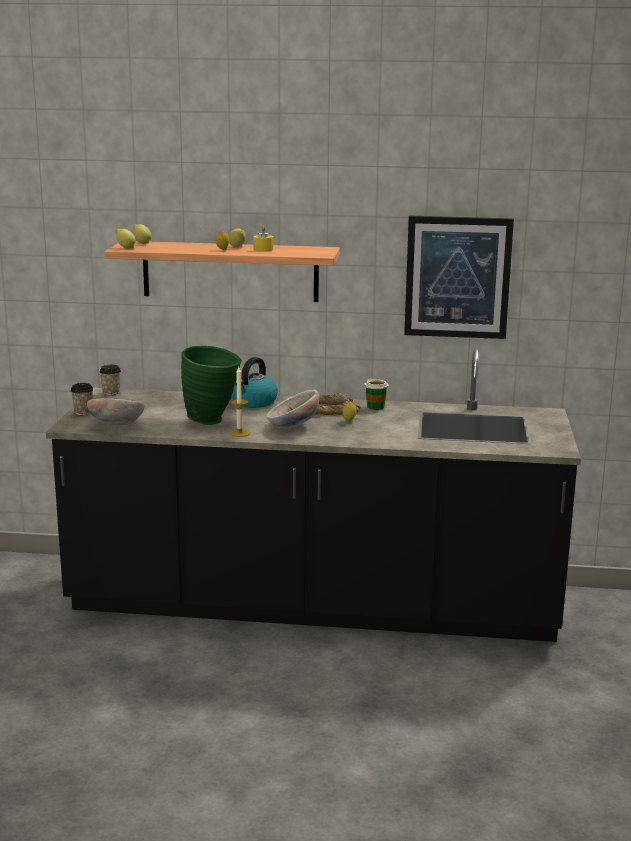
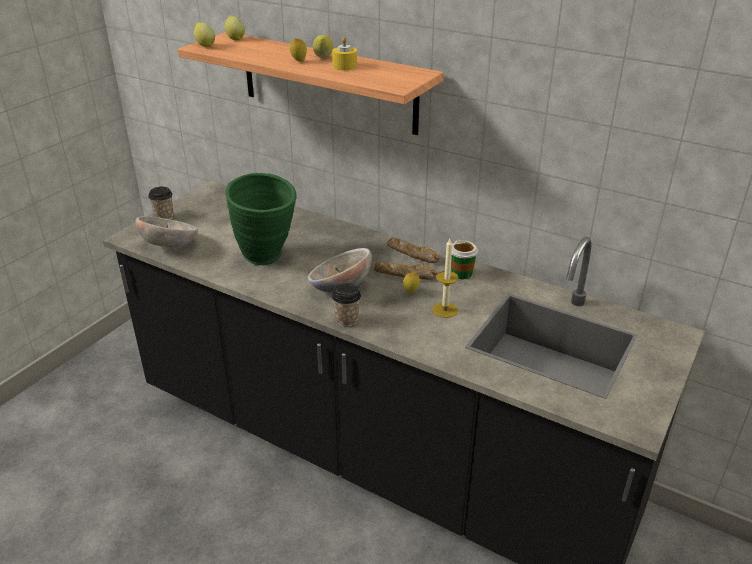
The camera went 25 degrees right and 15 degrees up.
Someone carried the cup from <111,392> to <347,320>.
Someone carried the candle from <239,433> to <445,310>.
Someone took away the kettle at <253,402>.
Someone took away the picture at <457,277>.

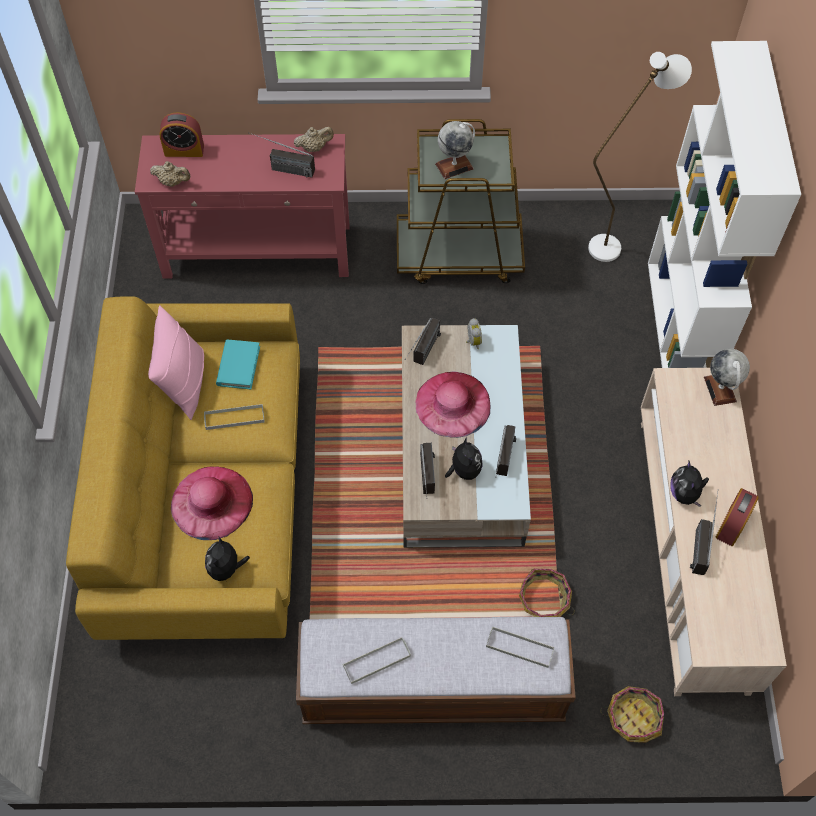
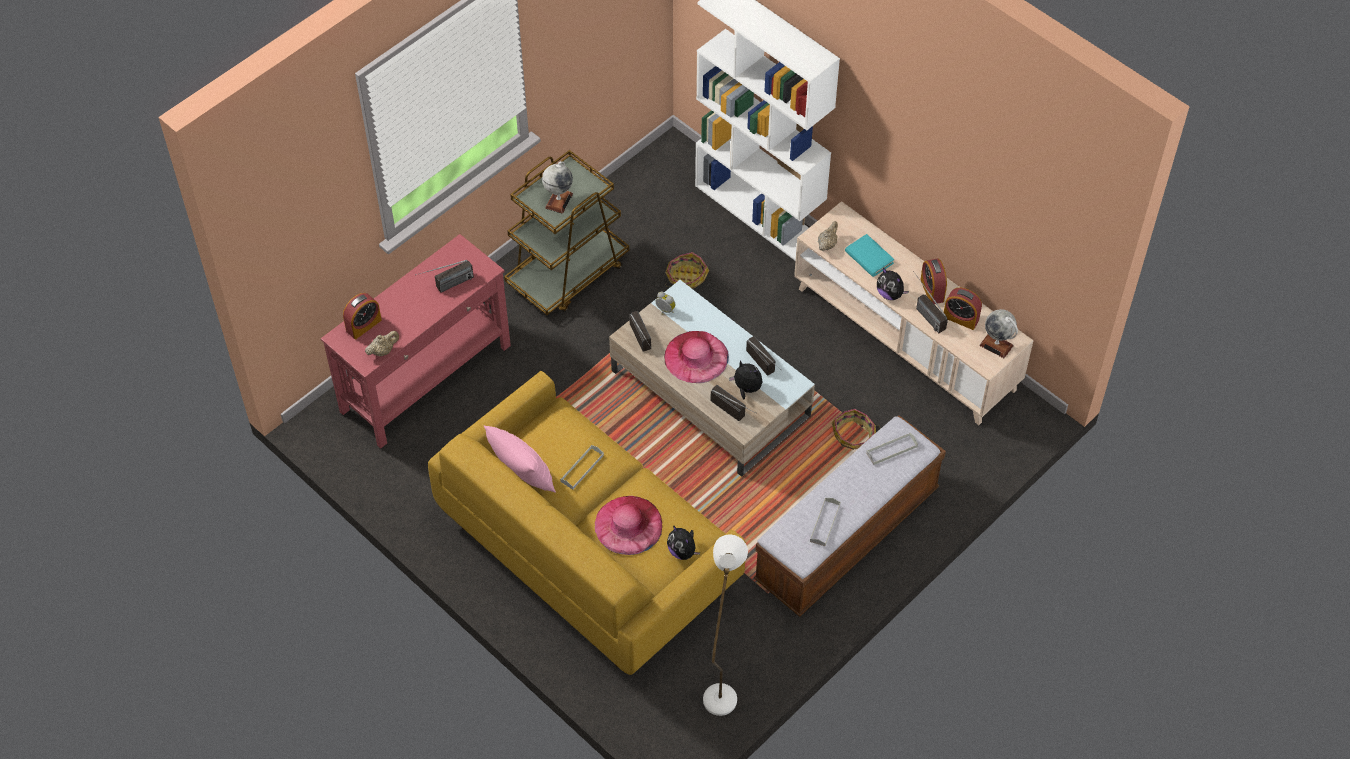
The camera went 45 degrees left and 5 degrees down.
Someone carried the basket from <633,717> to <686,277>.
Someone carried the floor lamp in white from <613,242> to <721,688>.
Someone carried the teapot in beige from <314,148> to <827,244>.
Someone carried the book in turquoise from <238,366> to <869,257>.
Someone put down the alarm clock at <960,318>.
Someone carried the globe from <720,389> to <996,345>.

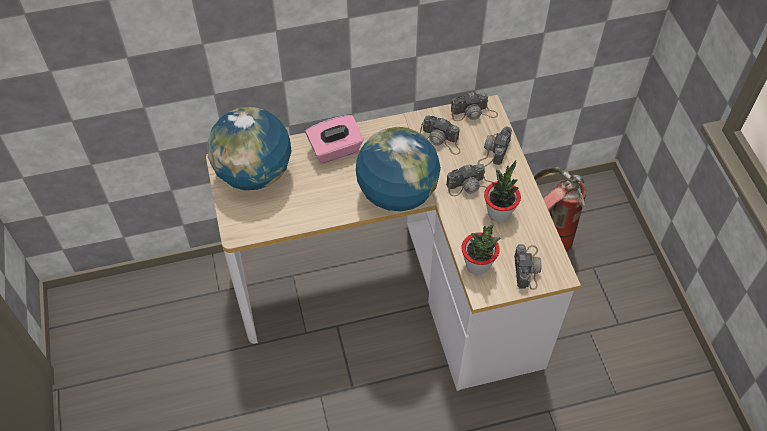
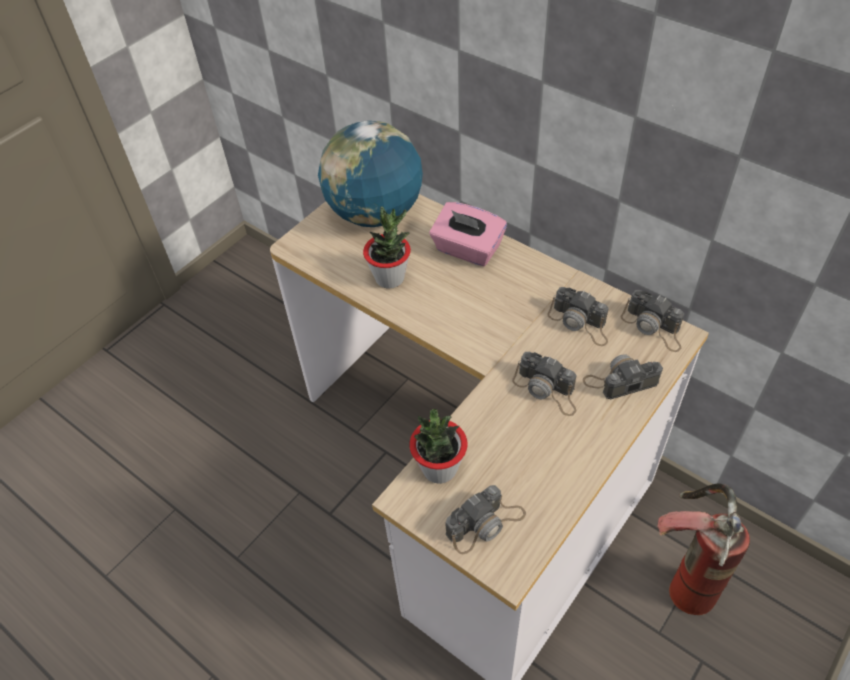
The camera went 55 degrees right and 5 degrees down.
Someone carried the potted plant from <499,213> to <390,278>.
Someone rotated the photo camera at <441,140> by 45 degrees counterclockwise.
Someone took away the globe at <397,193>.

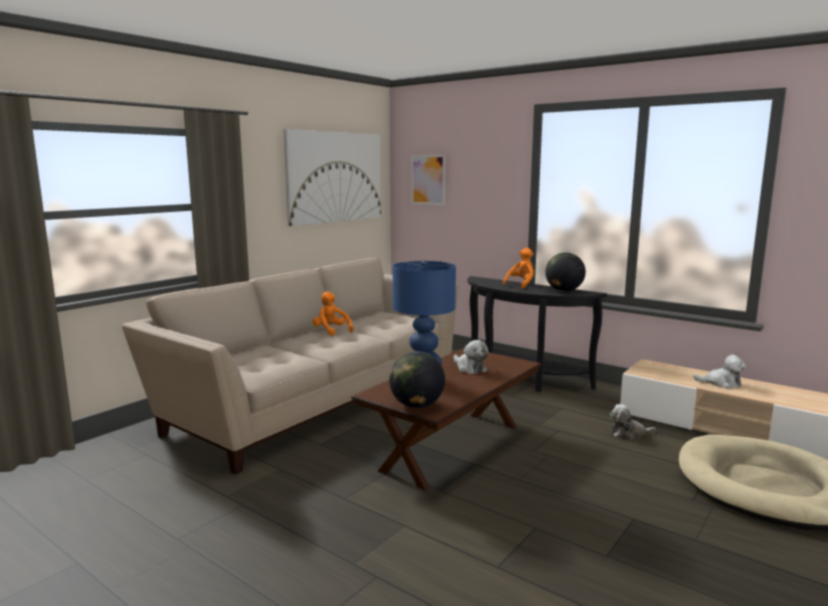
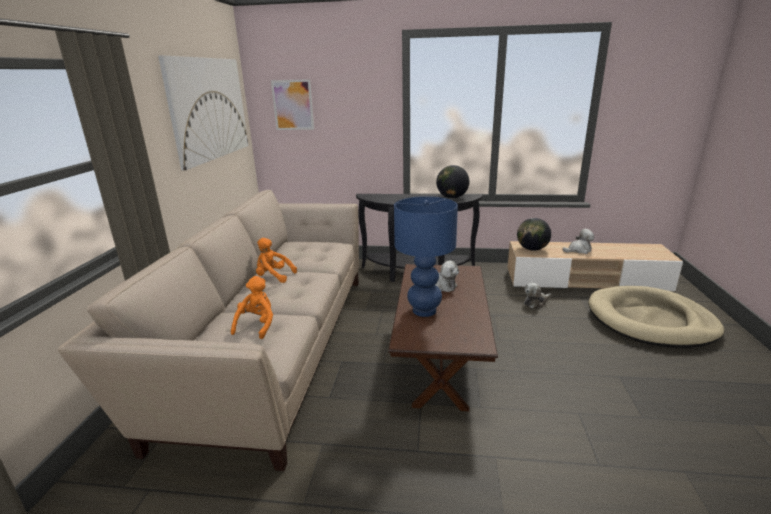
The camera went 30 degrees left and 10 degrees up.
Someone carried the plush toy in orange from <521,284> to <257,325>.
Someone carried the globe from <416,405> to <532,249>.

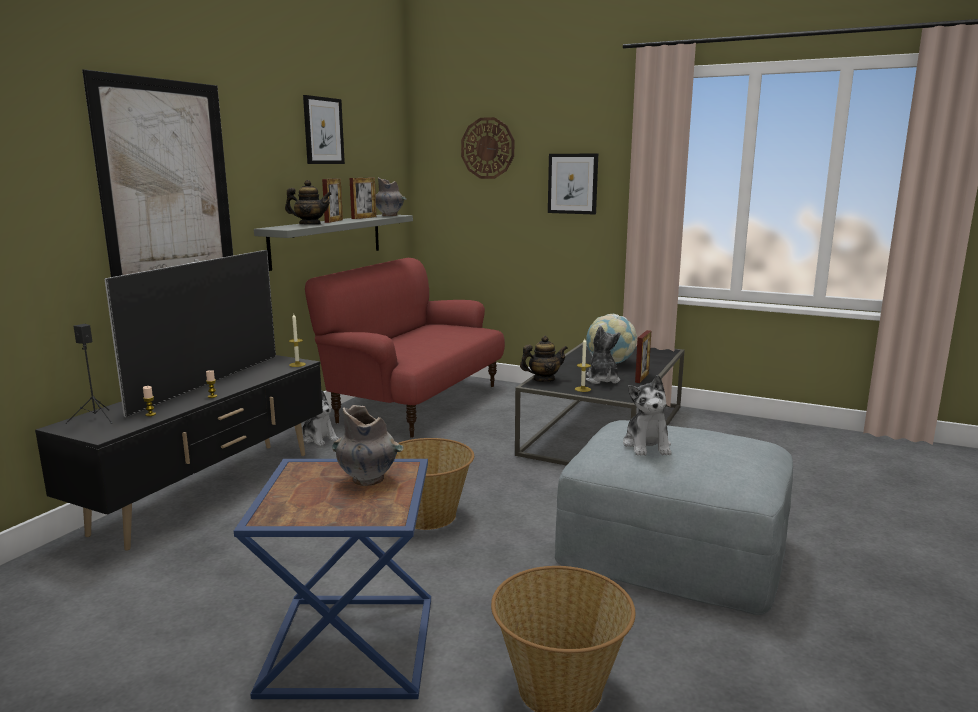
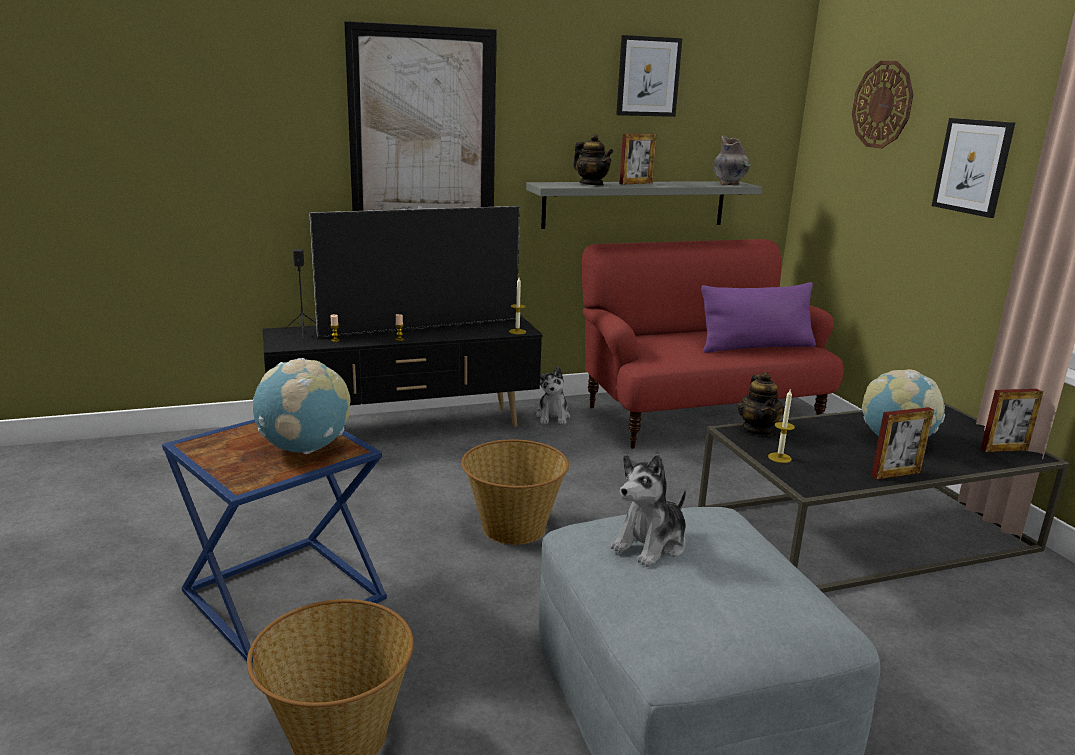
The camera went 45 degrees right and 5 degrees up.
Someone swapped the vase in grey at <369,480> for the globe at <305,448>.
Someone put down the pillow in purple at <756,347>.
Someone rotated the teapot at <543,380> by 60 degrees clockwise.
Someone carried the picture frame from <364,218> to <1005,449>.
Someone took away the plush toy at <602,380>.

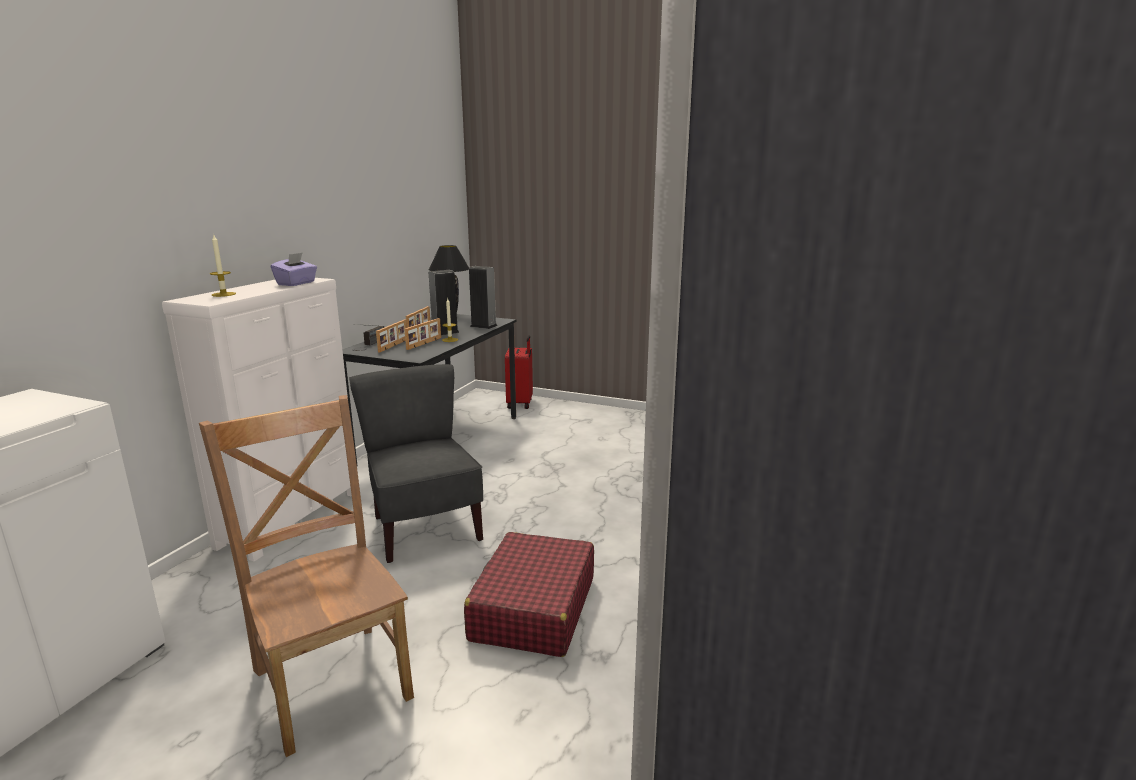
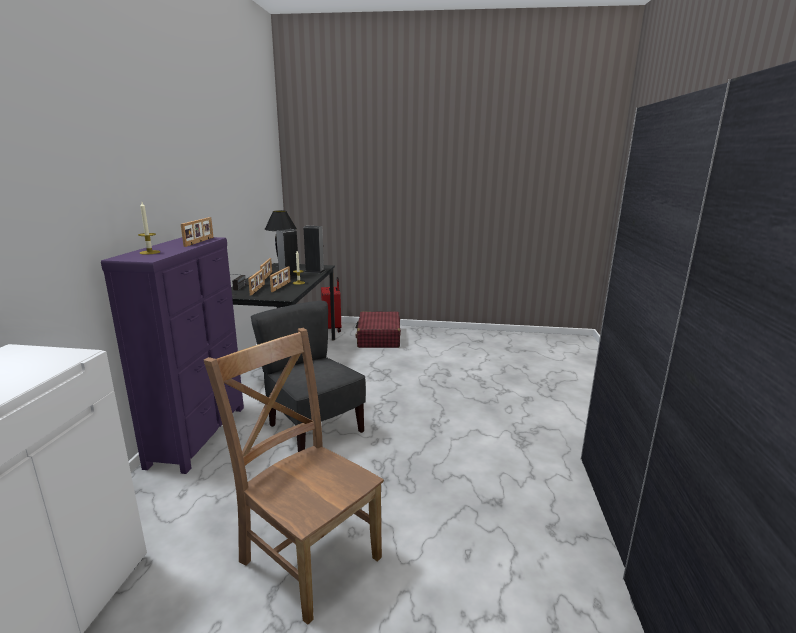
The camera went 15 degrees left and 0 degrees up.
Someone repainted the dresser in white at <293,518>, which became the dresser in purple at <200,435>.
Someone swapped the tissue box in purple at <296,283> for the picture frame at <200,242>.
Someone carried the suitcase in red from <533,609> to <378,338>.

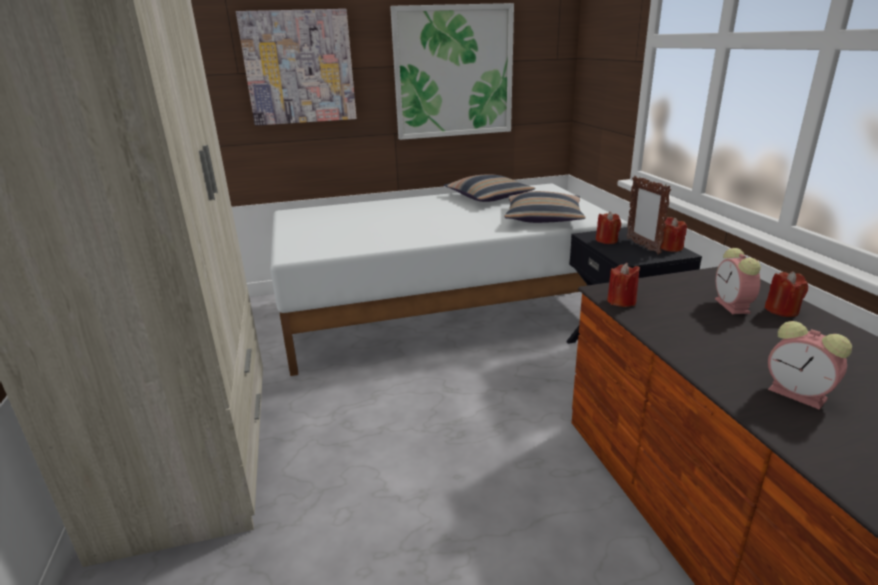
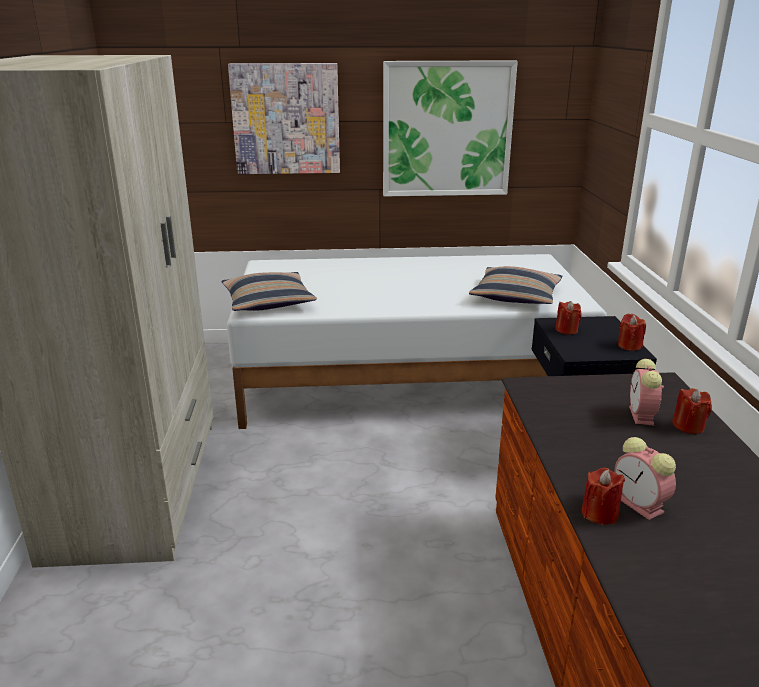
The camera went 10 degrees right and 0 degrees up.
Someone carried the pillow from <488,197> to <268,302>.
Someone carried the candle in red from <621,301> to <599,514>.
Someone took away the picture frame at <642,246>.

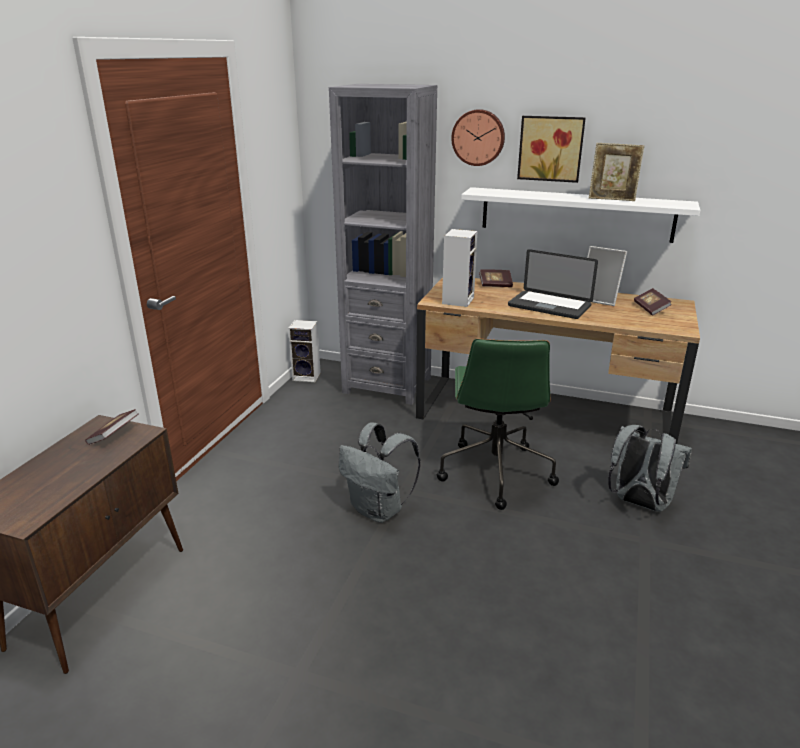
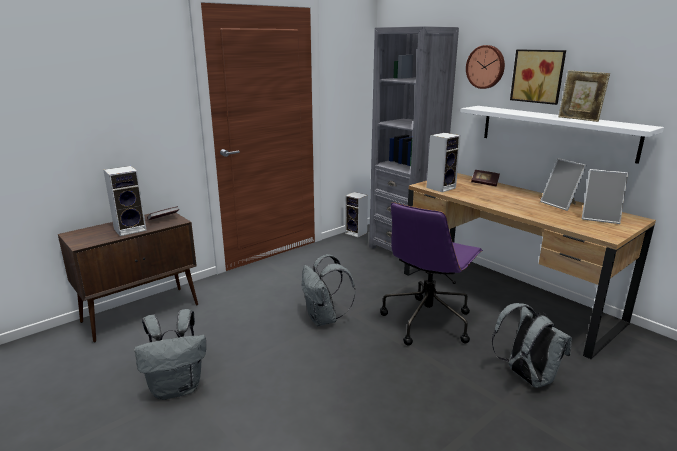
The camera went 30 degrees right and 5 degrees down.
Someone put down the speaker at <131,229>.
Someone put down the backpack in grey at <177,388>.
Someone repainted the office chair in green at <495,471>, which became the office chair in purple at <427,321>.
Someone swapped the book at <651,309> for the picture frame at <600,218>.
Someone took away the laptop at <549,306>.

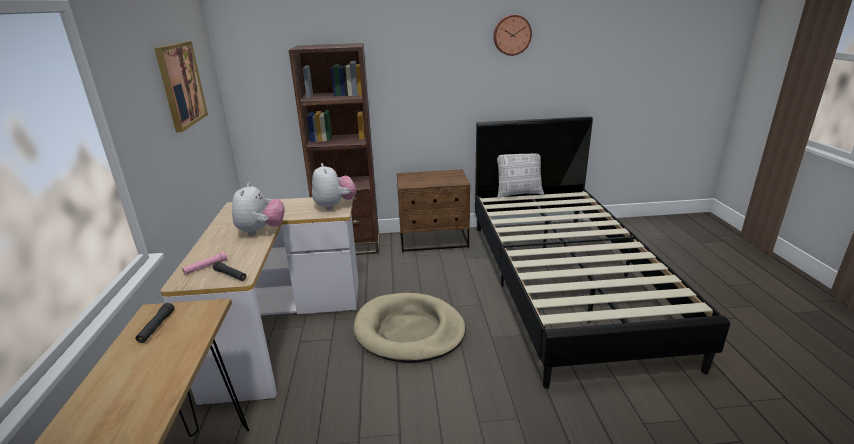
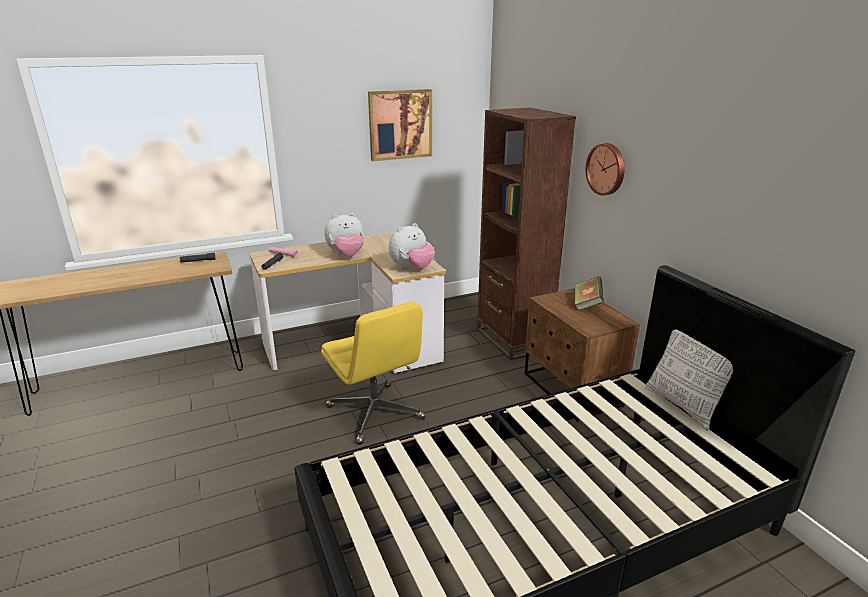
The camera went 70 degrees right and 0 degrees up.
Someone swapped the dog bed in beige at <409,331> for the office chair in yellow at <376,413>.
Someone put down the book at <587,304>.
Someone carried the wall clock from <512,35> to <606,169>.

